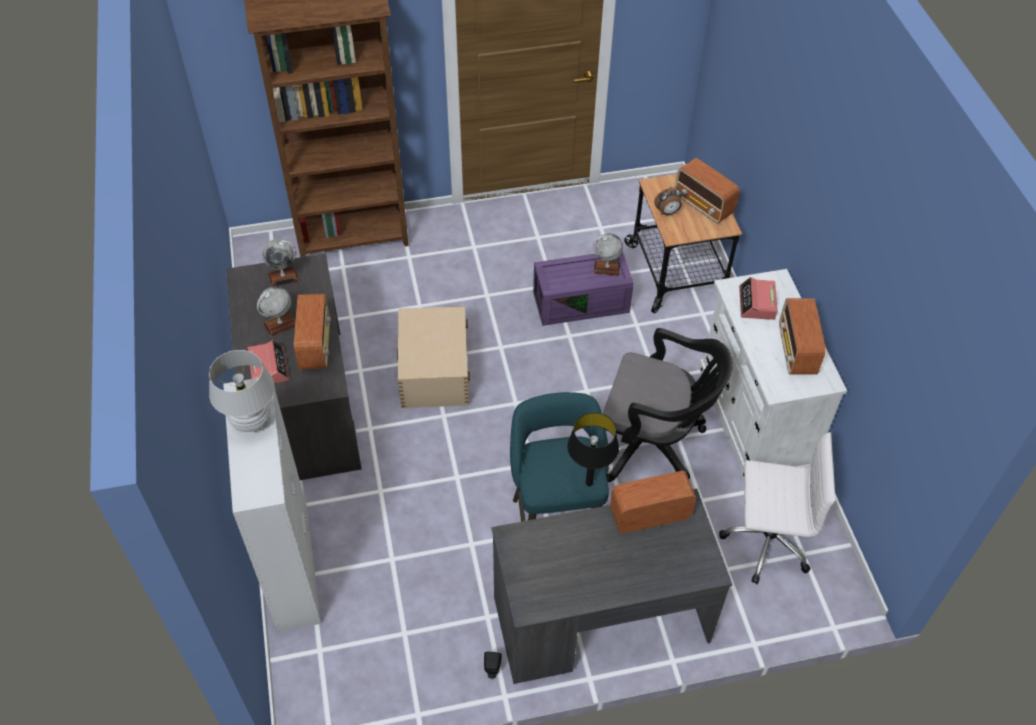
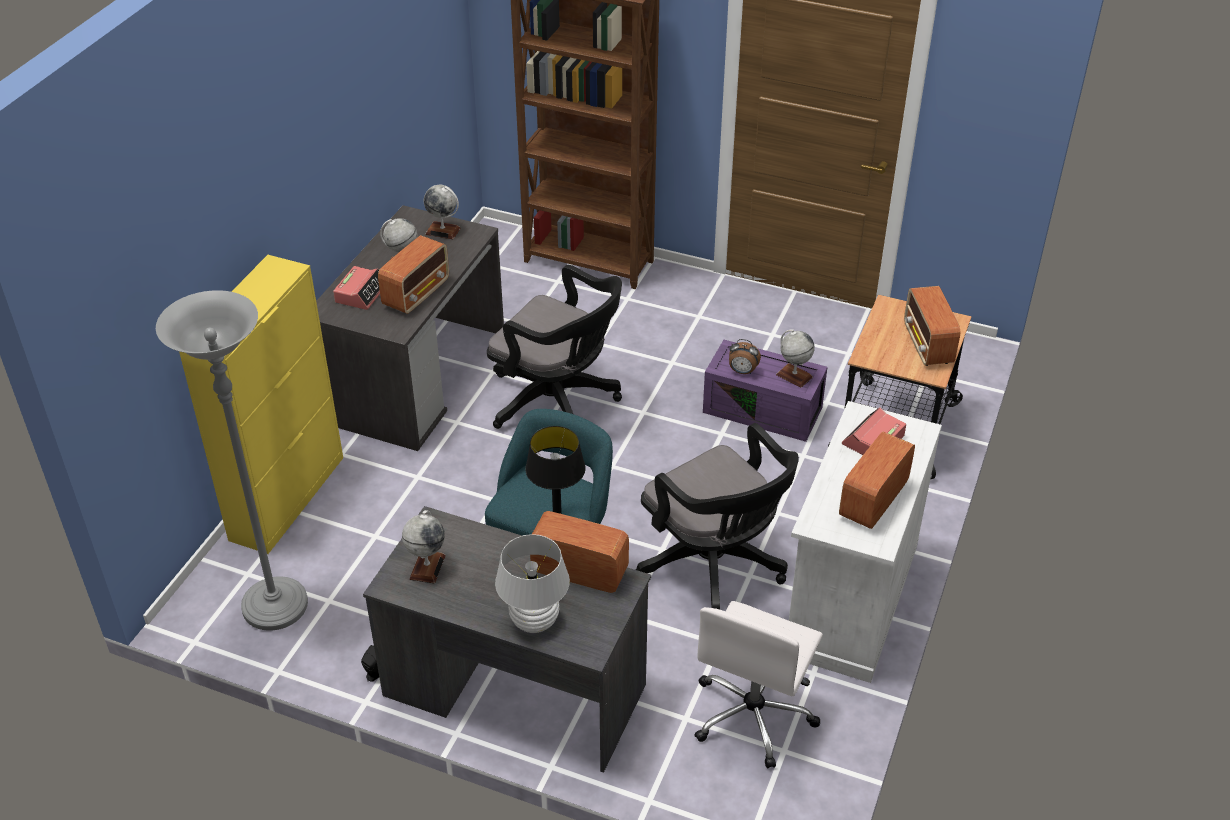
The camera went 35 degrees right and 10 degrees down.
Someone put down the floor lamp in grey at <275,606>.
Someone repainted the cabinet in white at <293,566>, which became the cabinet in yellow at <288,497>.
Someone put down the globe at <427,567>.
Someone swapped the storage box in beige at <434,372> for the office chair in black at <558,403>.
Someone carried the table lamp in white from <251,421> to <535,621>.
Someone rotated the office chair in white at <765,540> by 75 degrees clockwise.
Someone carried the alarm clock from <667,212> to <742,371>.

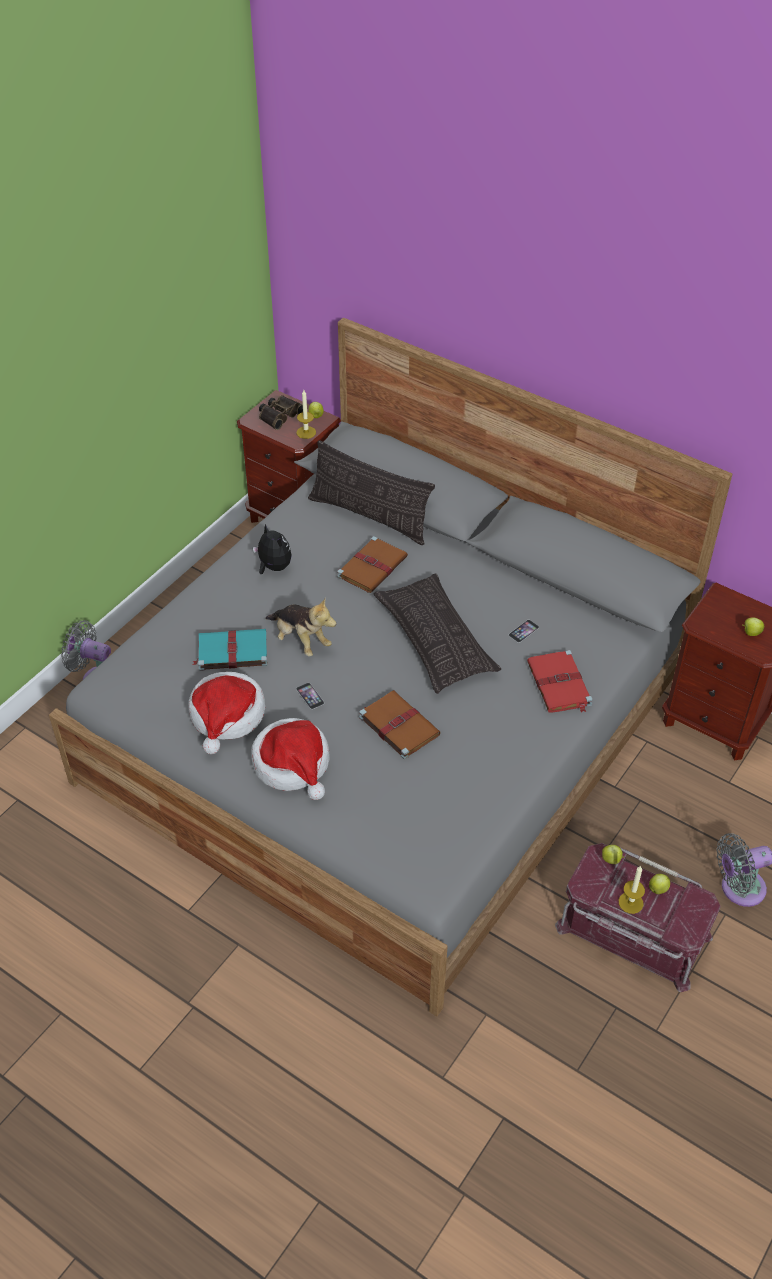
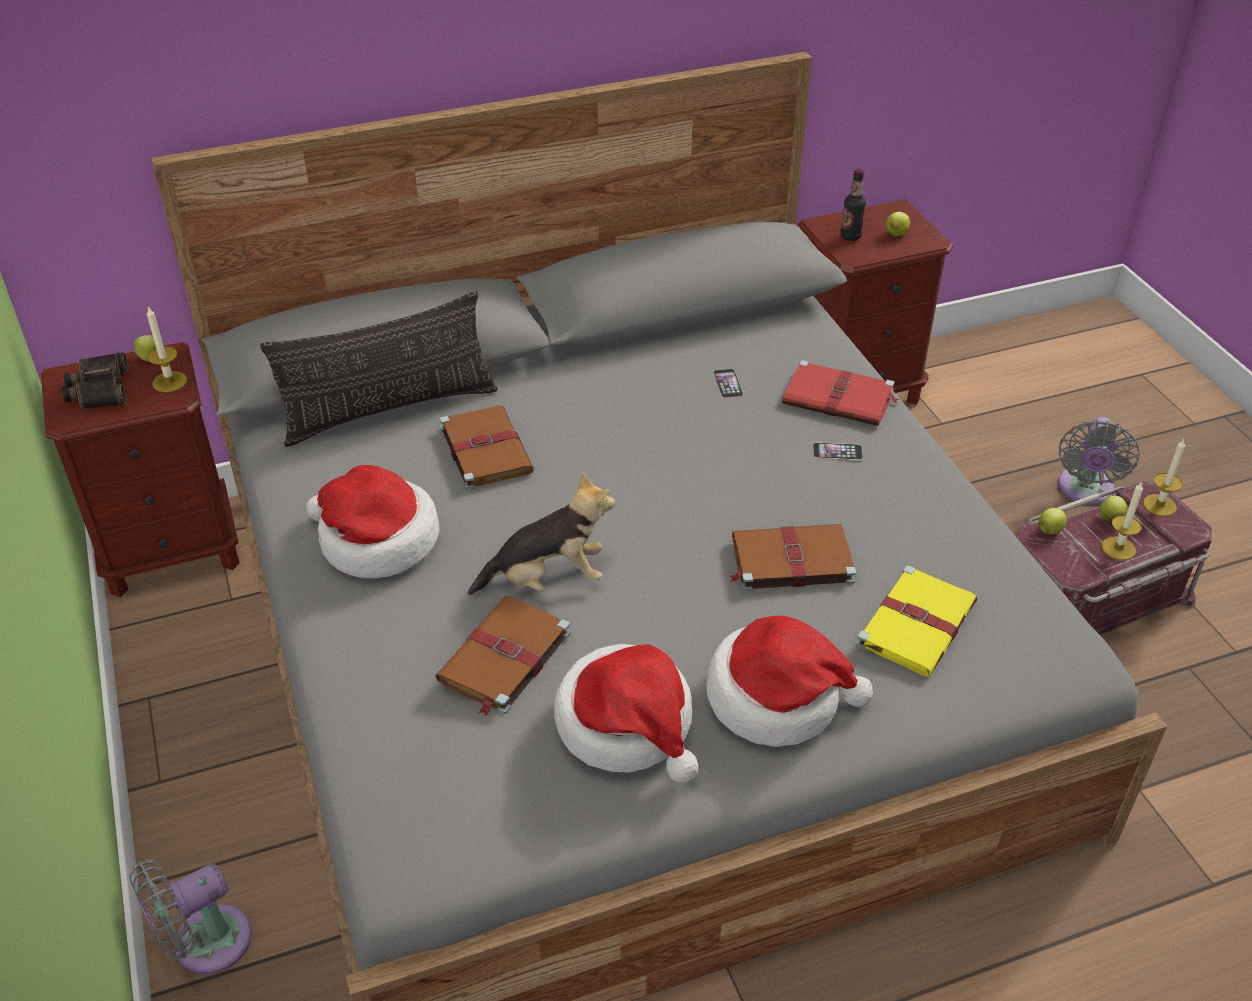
The camera went 55 degrees left and 5 degrees down.
Someone swapped the plush toy at <273,567> for the hat at <376,541>.
Someone repainted the book in turquoise at <231,651>, which became the book in brown at <503,658>.
Someone carried the phone from <310,696> to <837,451>.
Someone put down the bottle at <850,236>.
Someone put down the book in yellow at <917,623>.
Someone put down the candle at <1159,505>.
Someone took away the pillow at <435,640>.

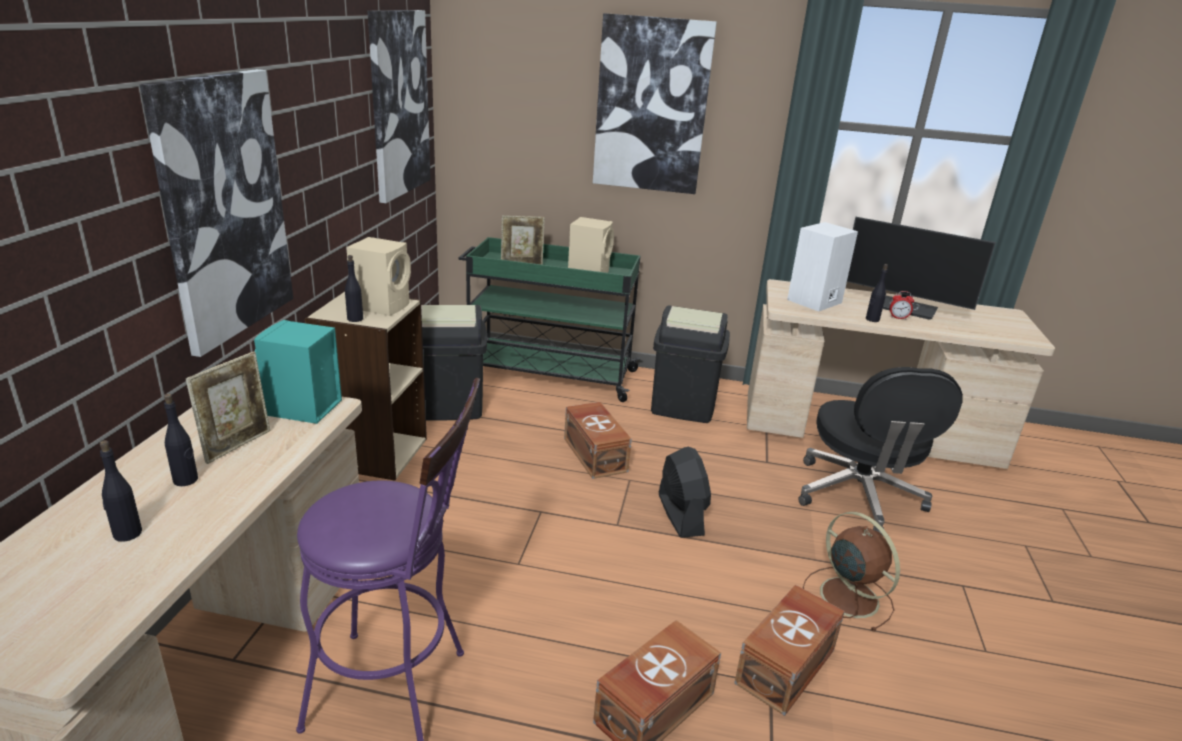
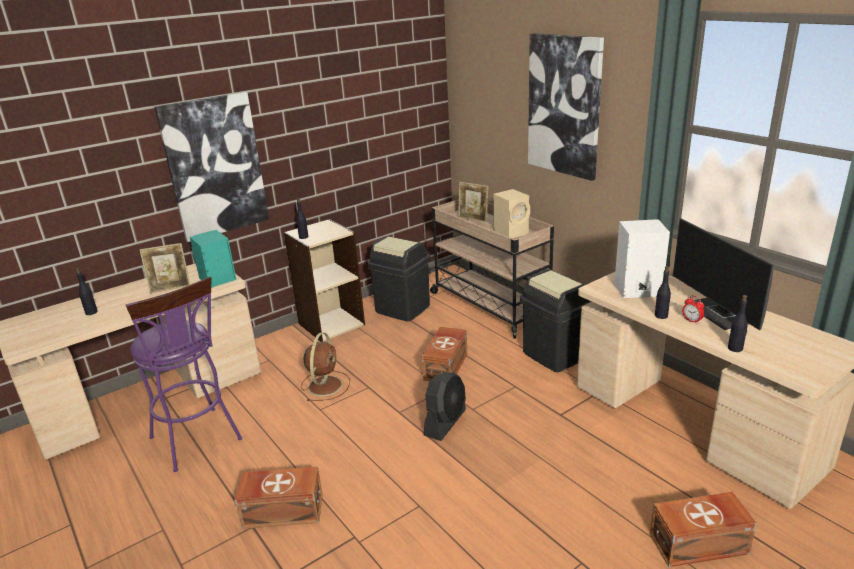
The camera went 45 degrees right and 0 degrees up.
Someone carried the fan in brown from <847,595> to <325,385>.
Someone repainted the cart in green at <547,374>, which became the cart in beige at <489,305>.
Someone carried the storage box in brown from <787,666> to <700,544>.
Someone carried the bottle in black from <186,480> to <735,348>.
Someone took away the speaker in beige at <382,305>.
Someone took away the picture at <398,104>.
Someone took away the office chair in black at <858,497>.

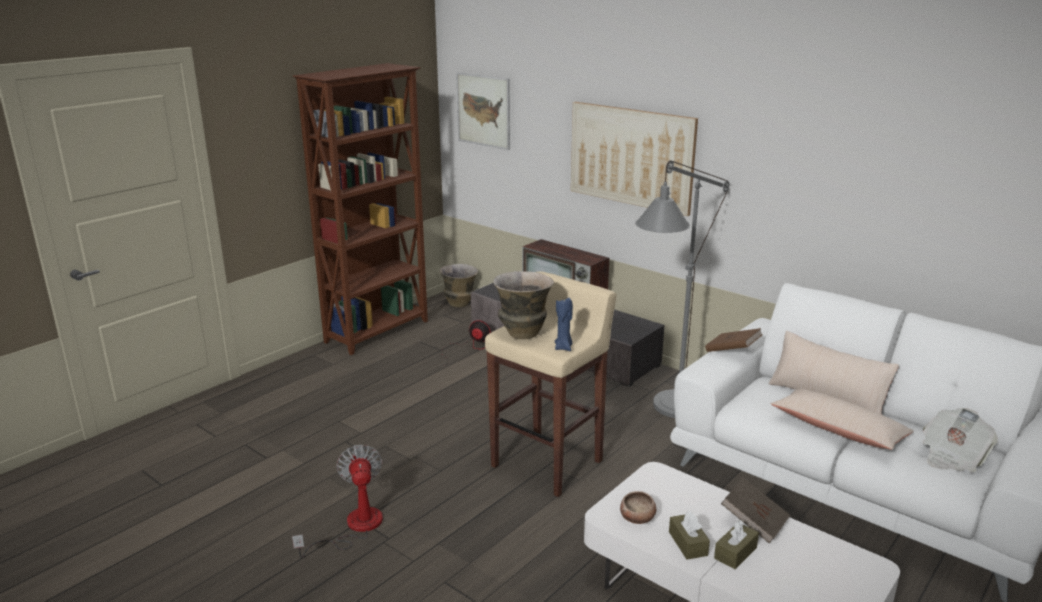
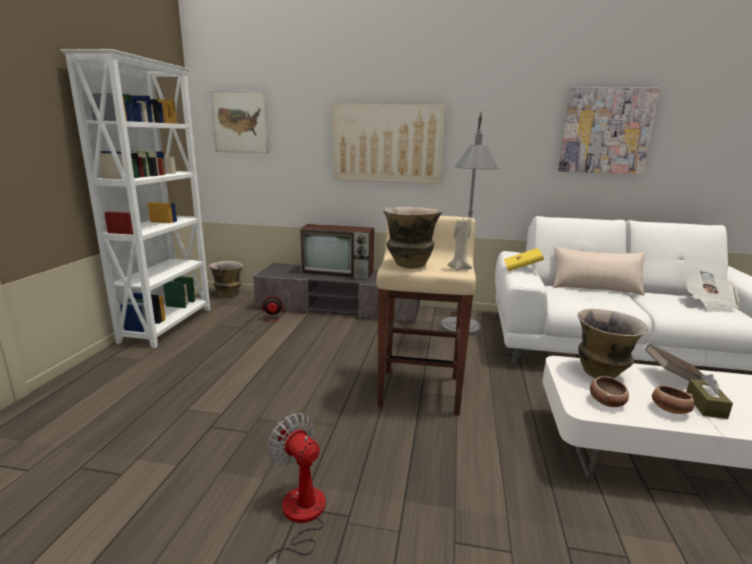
The camera went 30 degrees left and 5 degrees down.
Someone repainted the bookcase in brown at <378,332>, which became the bookcase in white at <169,325>.
Someone repainted the candle in blue at <563,347>, which became the candle in beige at <459,268>.
Someone repainted the book in brown at <732,351>, which became the book in yellow at <522,268>.
Someone put up the picture at <605,131>.
Someone put down the vase at <601,374>.
Someone swapped the tissue box in brown at <688,543> for the bowl at <669,410>.
Someone took away the pillow in beige at <838,430>.

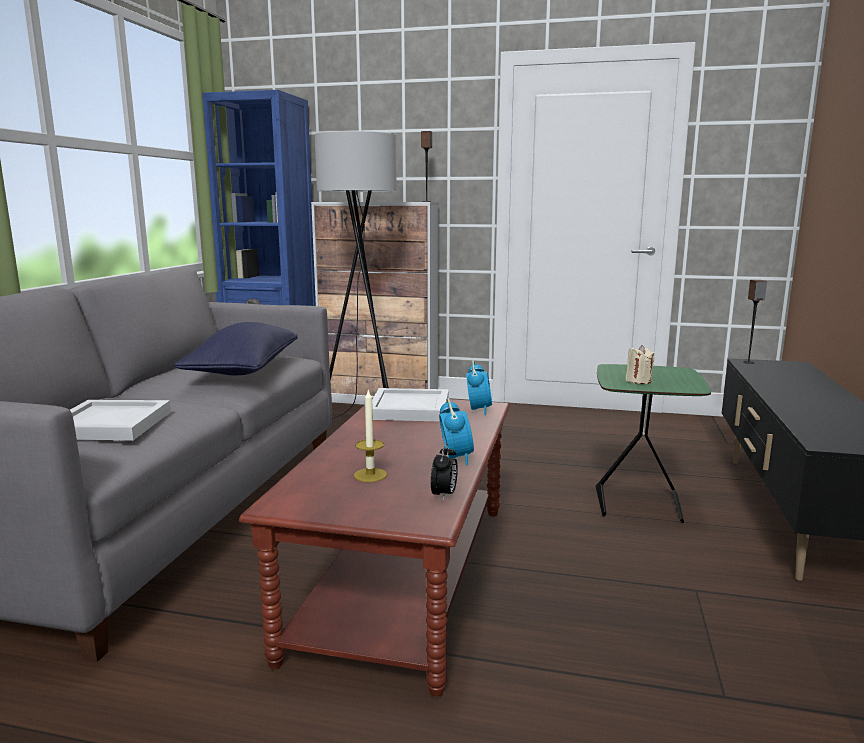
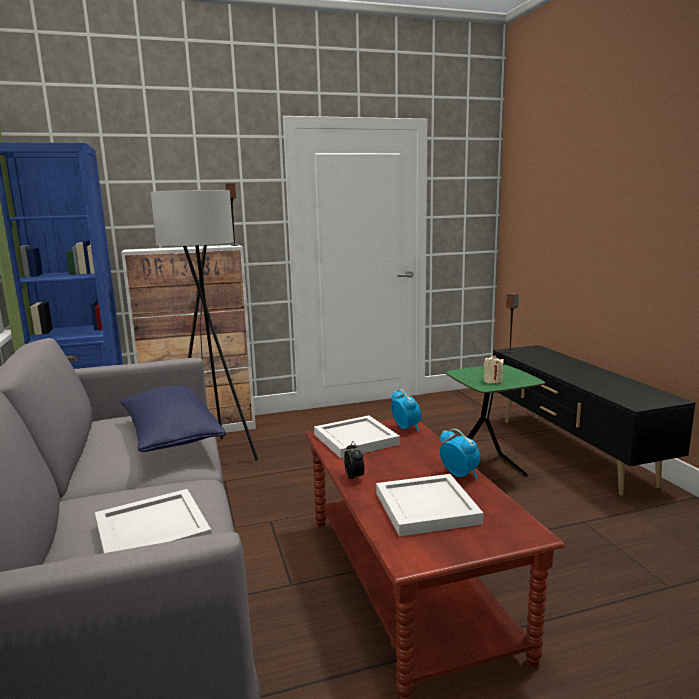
The camera went 30 degrees left and 0 degrees up.
Someone carried the alarm clock from <444,495> to <354,478>.
Someone swapped the candle at <370,475> for the tray in white at <428,508>.

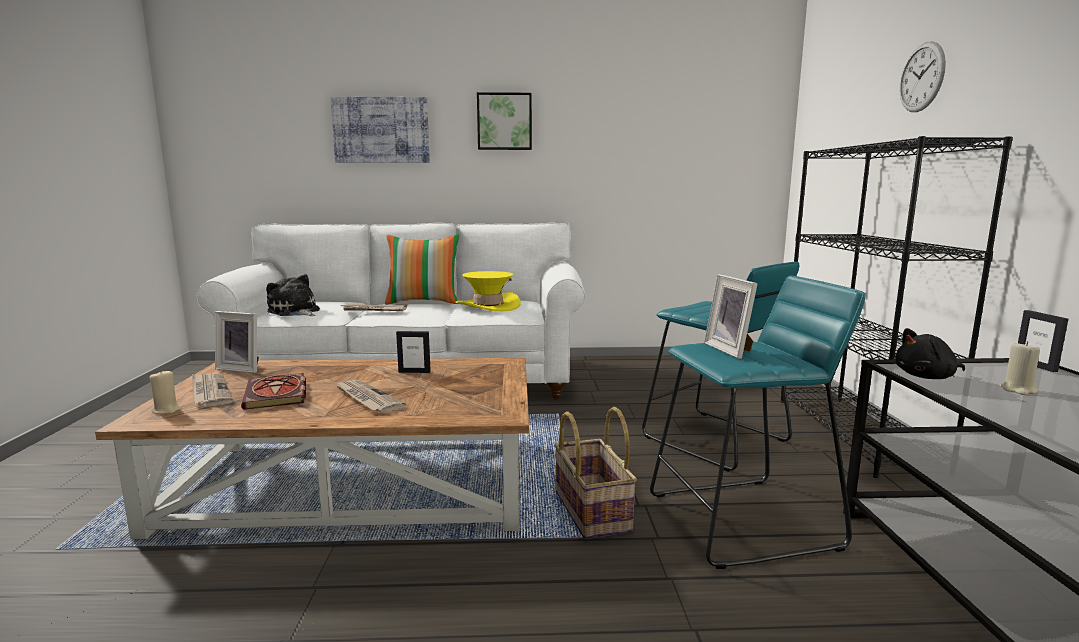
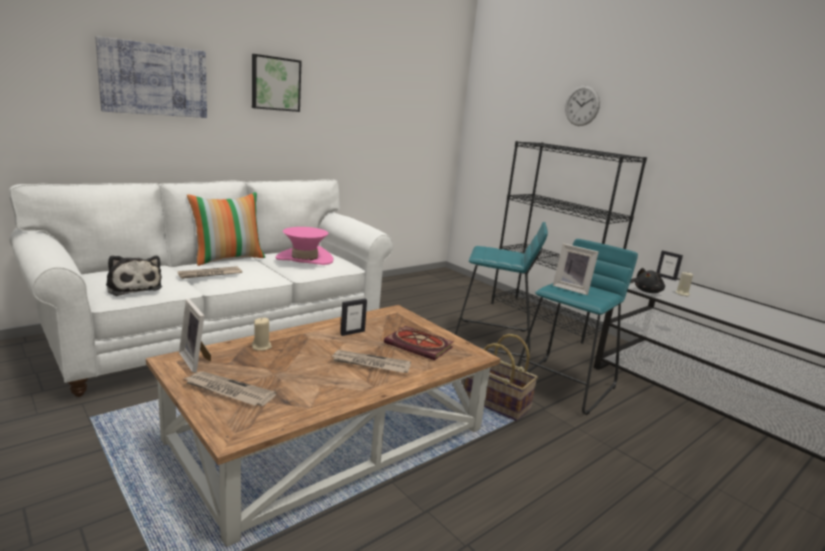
The camera went 40 degrees left and 5 degrees up.
Someone rotated the plush toy at <295,312> by 135 degrees counterclockwise.
Someone rotated the picture frame at <242,368> by 75 degrees clockwise.
Someone carried the candle in beige from <167,410> to <261,347>.
Someone repainted the hat in yellow at <488,306>, which became the hat in pink at <304,259>.
Someone carried the book from <277,395> to <420,345>.

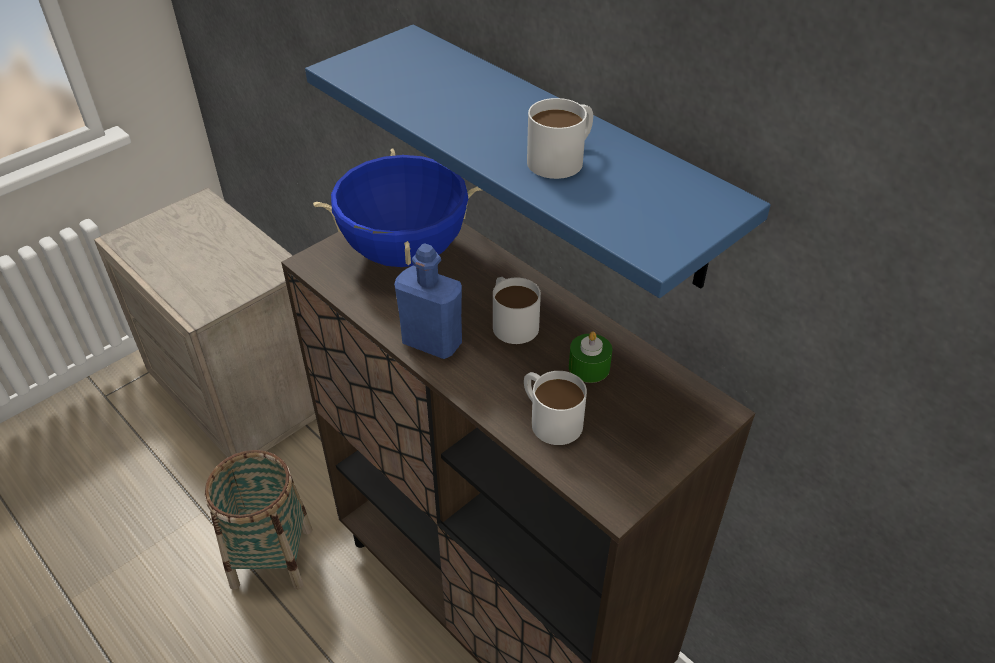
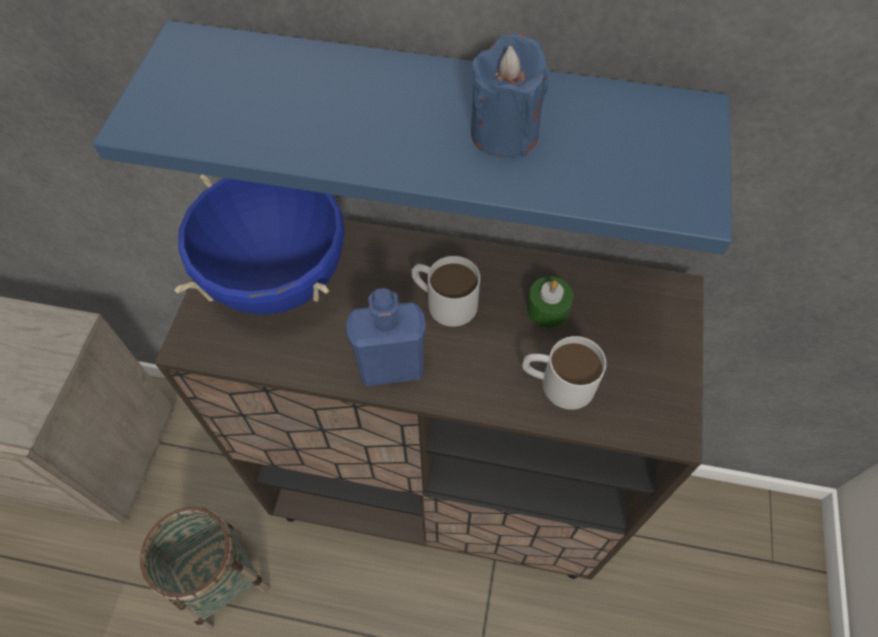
The camera went 35 degrees left and 15 degrees up.
Someone swapped the mug in white at <563,157> for the candle in blue at <504,133>.

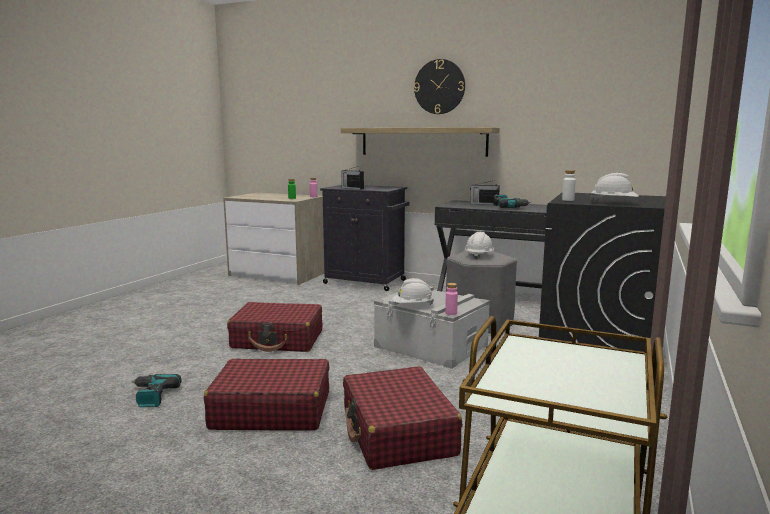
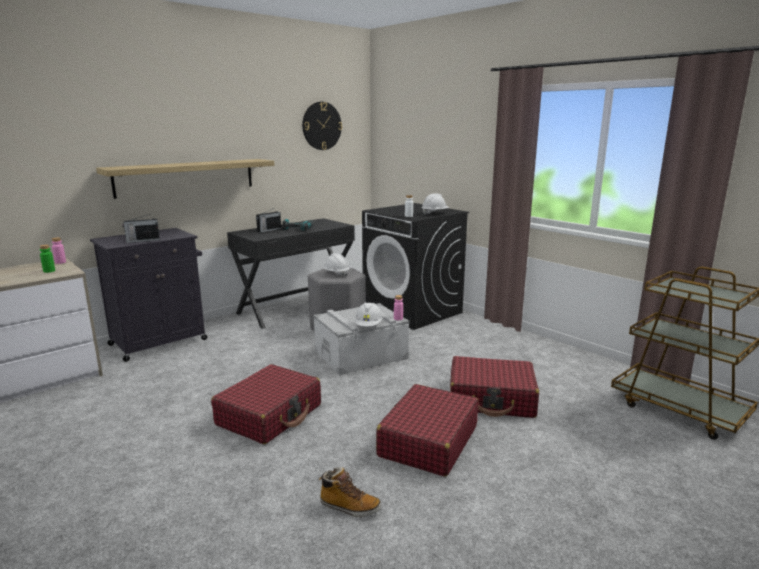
The camera went 65 degrees left and 5 degrees up.
Someone carried the wall clock from <439,87> to <321,126>.
Someone swapped the power drill at <152,396> for the boot at <349,507>.

